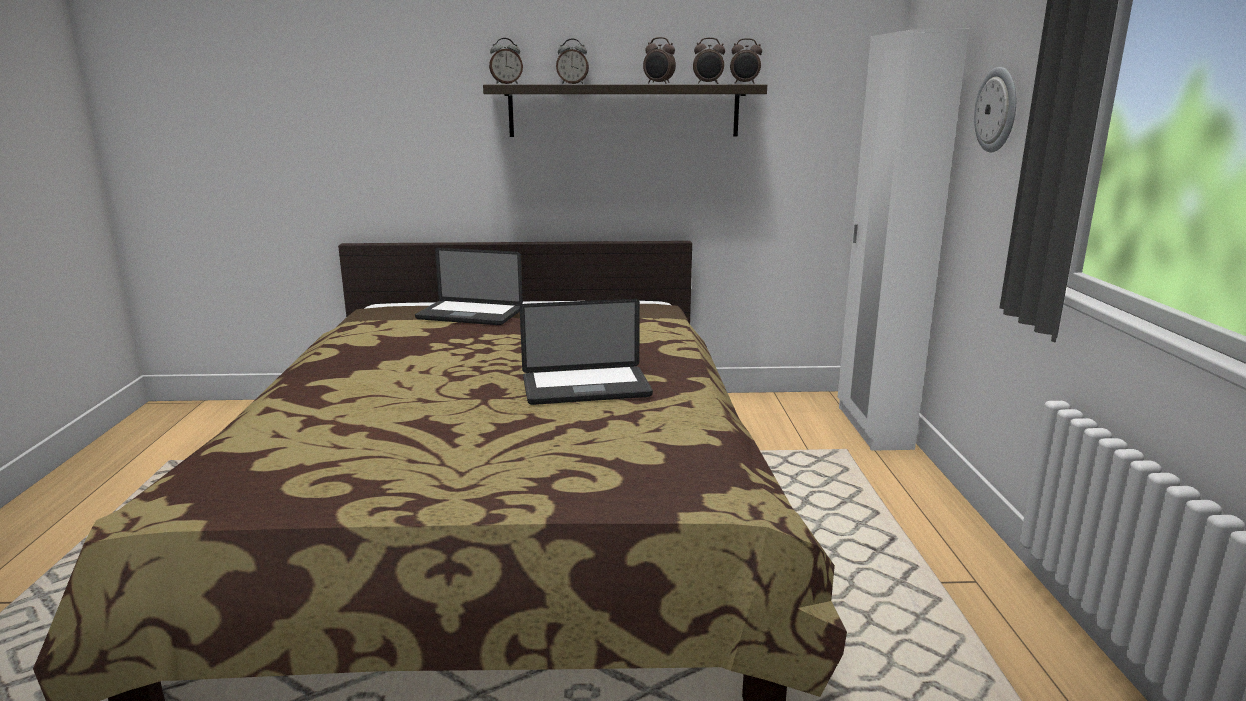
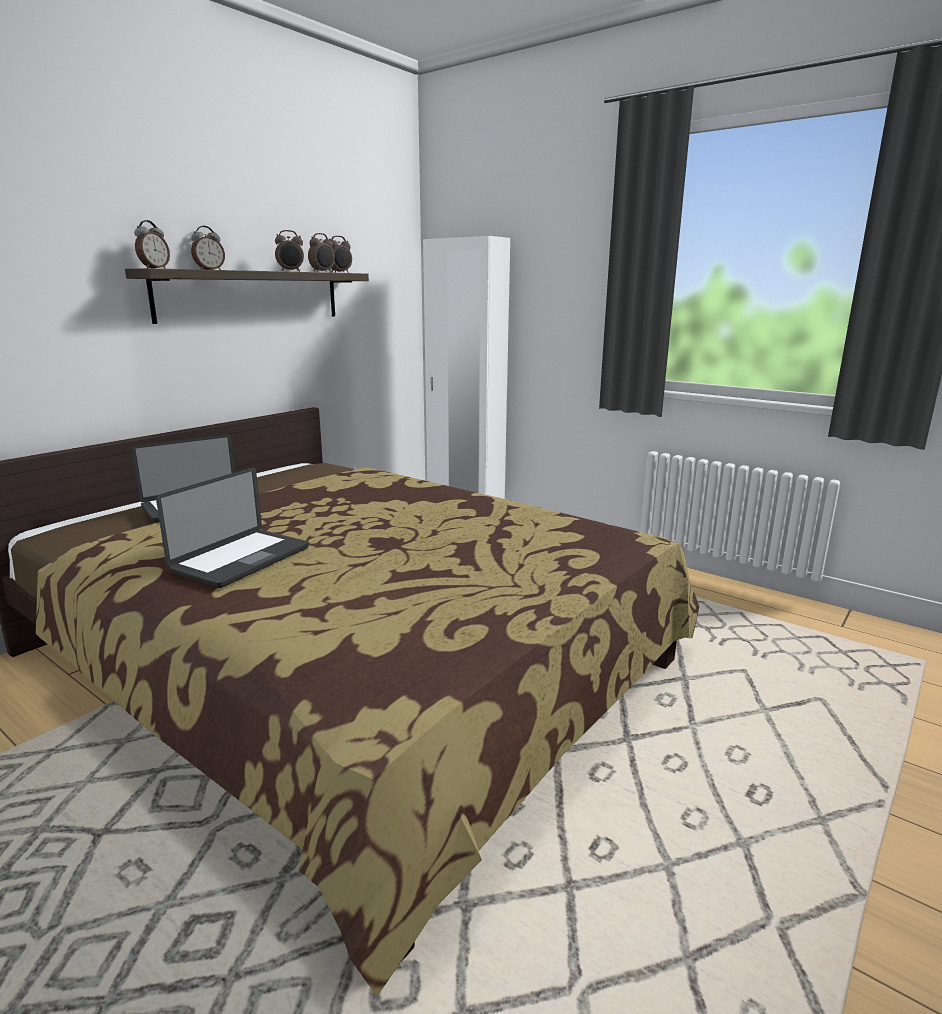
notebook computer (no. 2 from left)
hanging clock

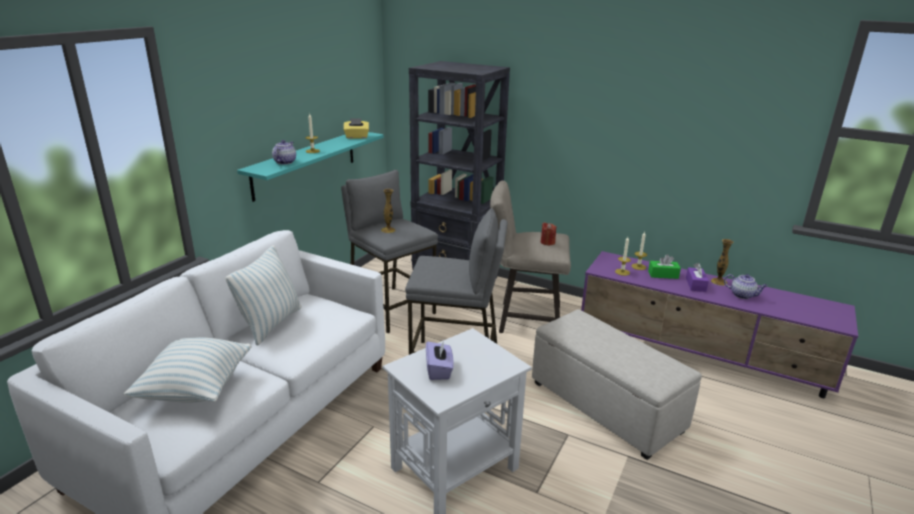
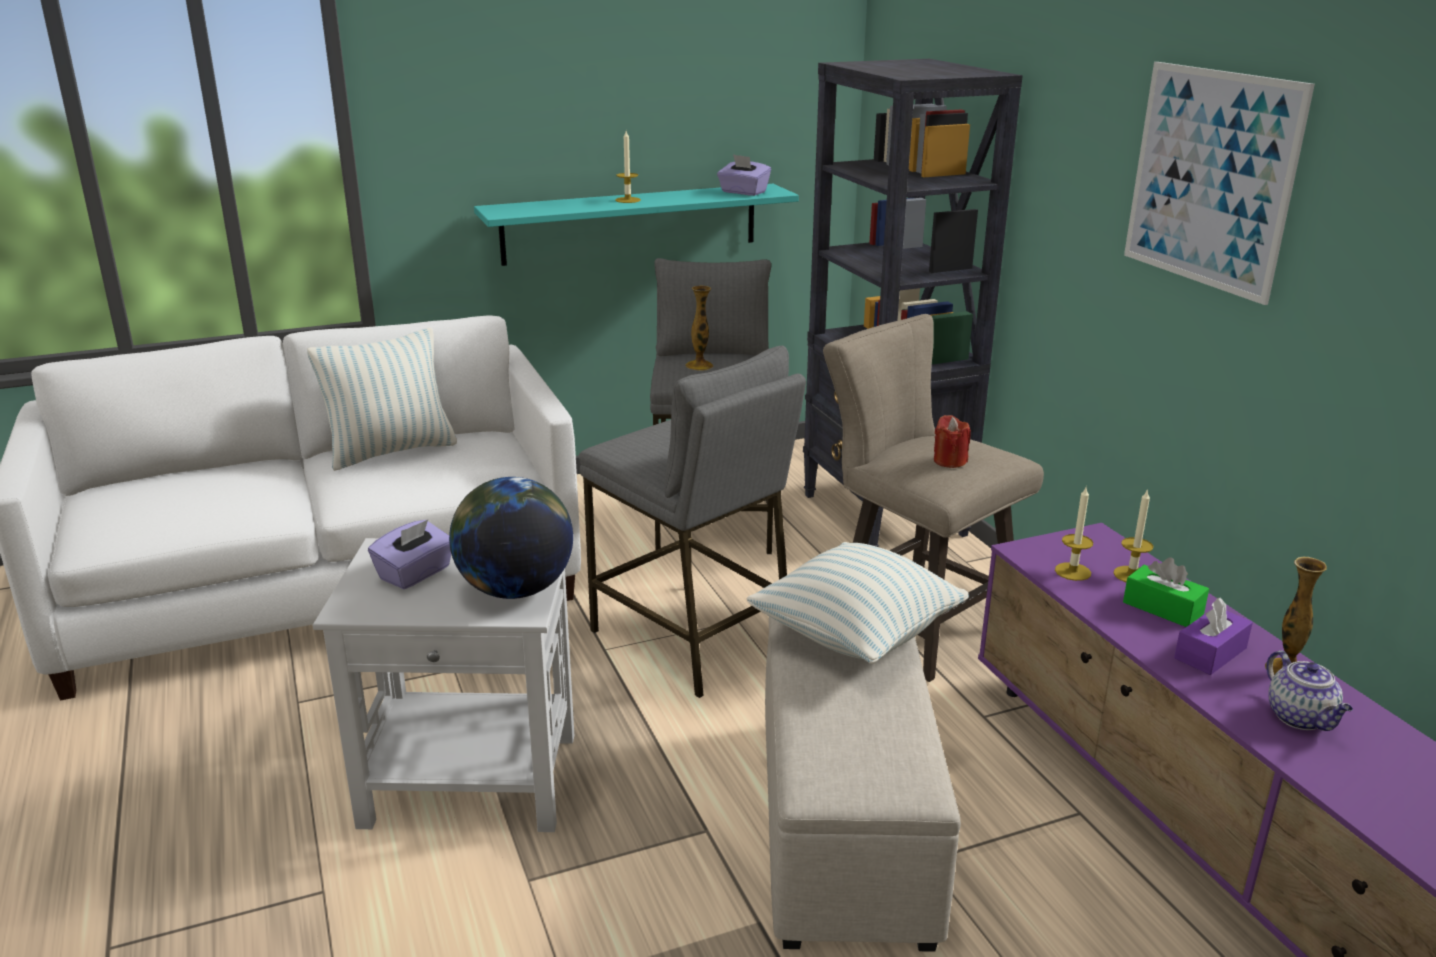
desk globe
box of tissues (purple-coloured) (no. 2 from left)
pillow (no. 2 from left)
picture
pot for tea (no. 1 from left in the first image)

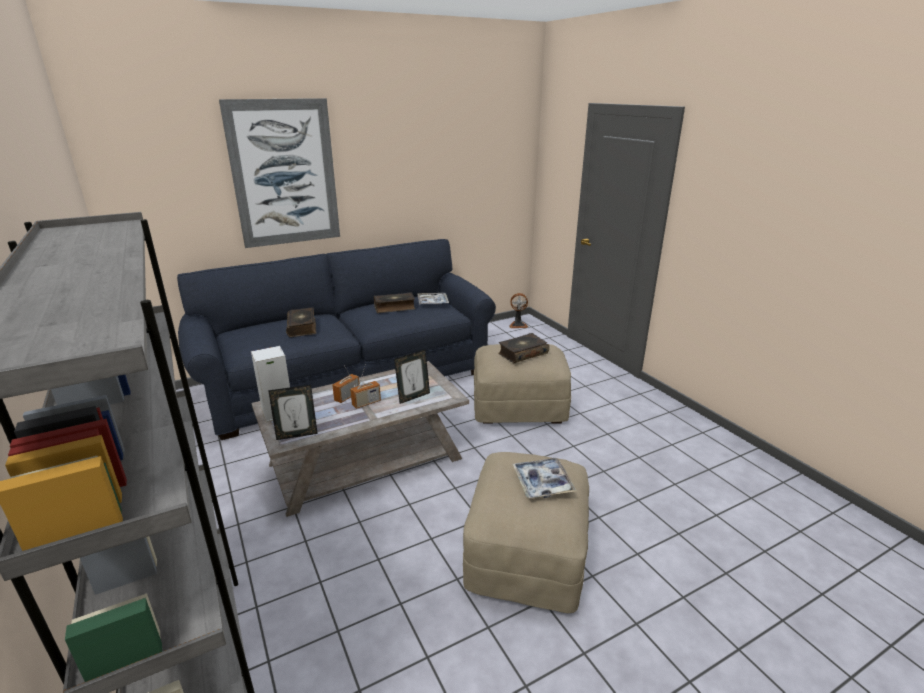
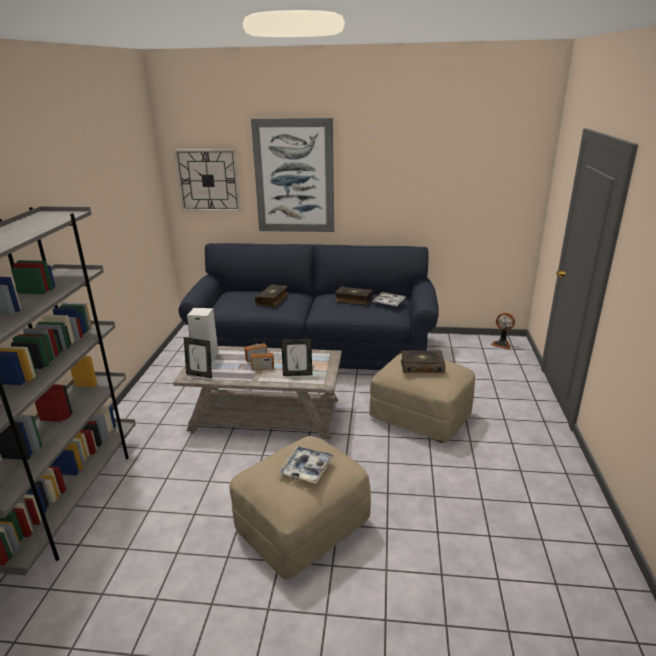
hanging clock

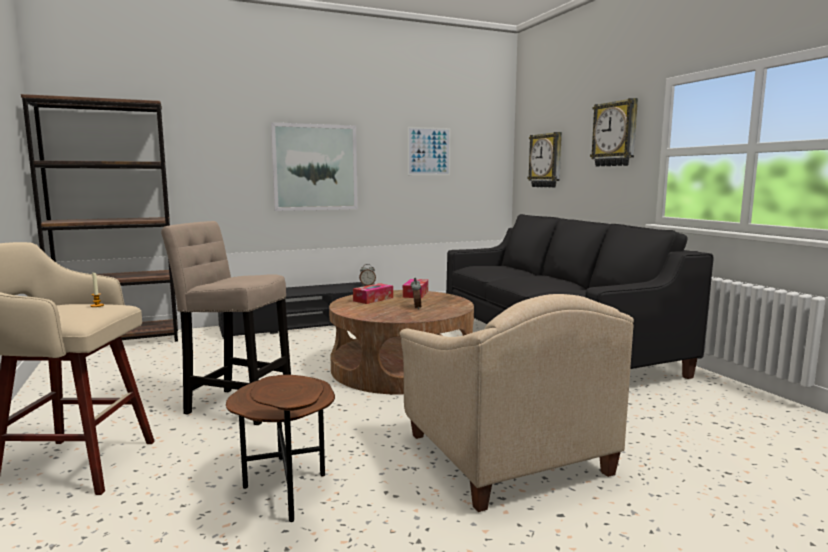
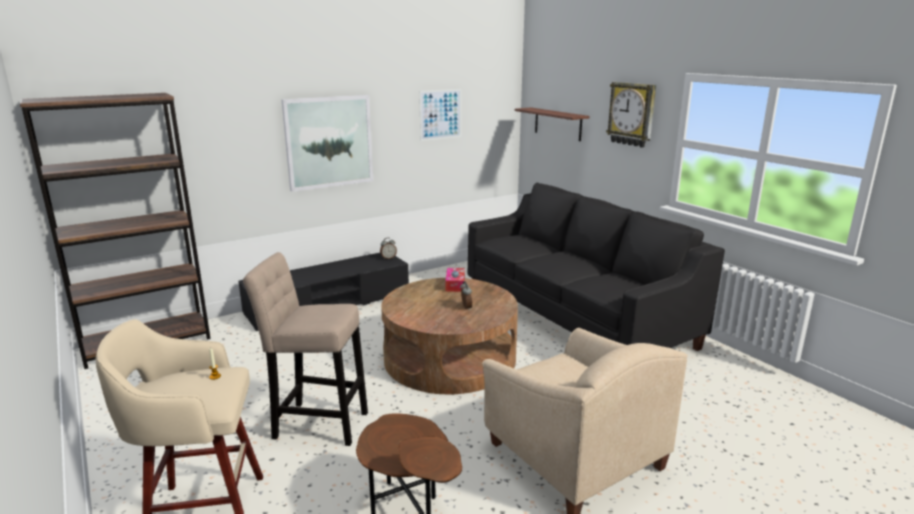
shelf
box of tissues (no. 1 from left in the first image)

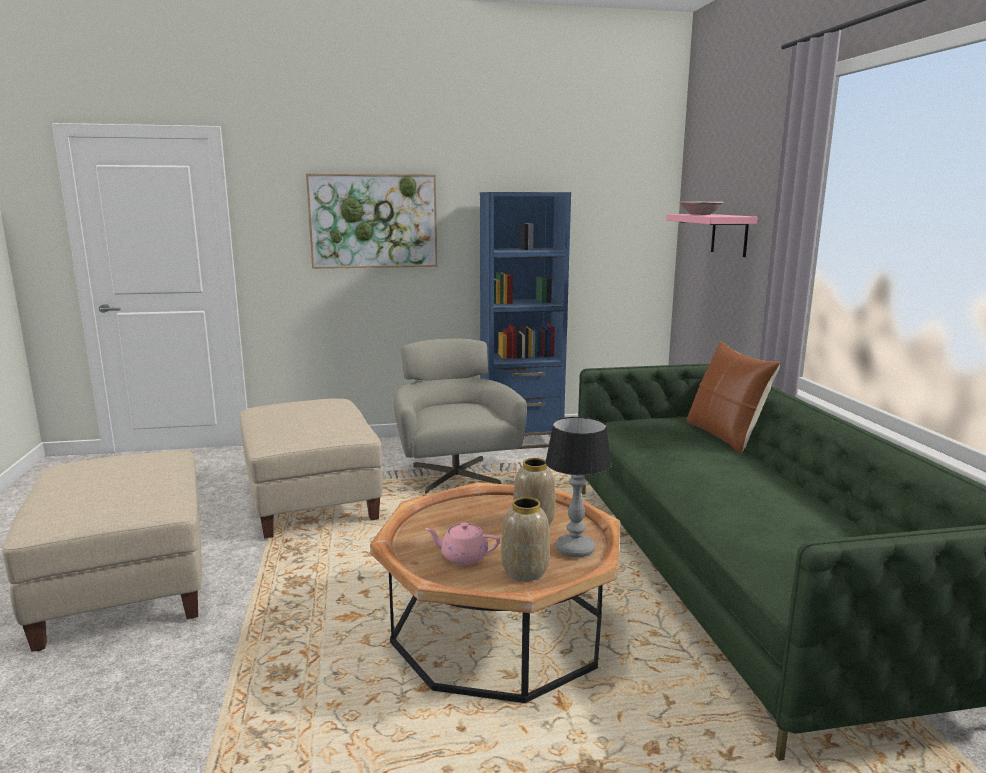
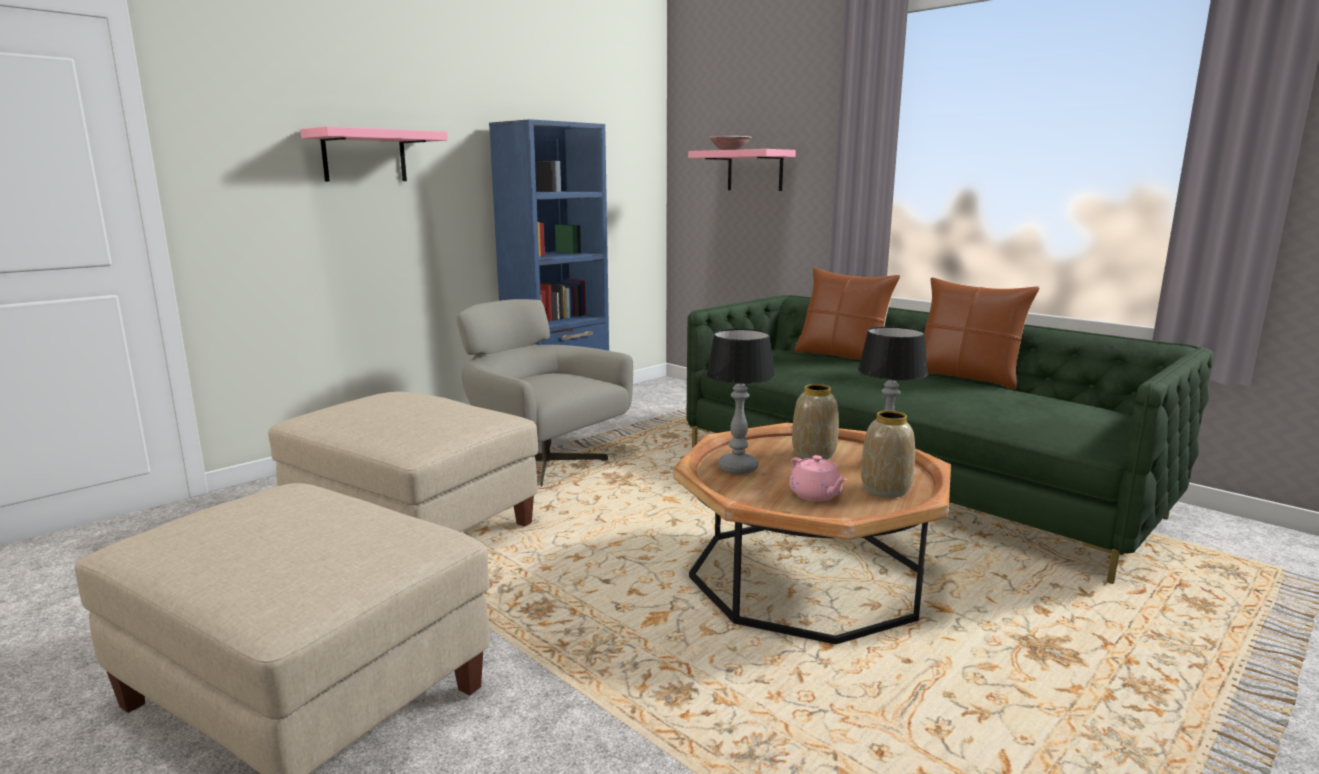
shelf (pinkish) (no. 1 from left)
table lamp (no. 1 from left)
pot for tea (pinkish)
pillow (brown-coloured) (no. 2 from left)

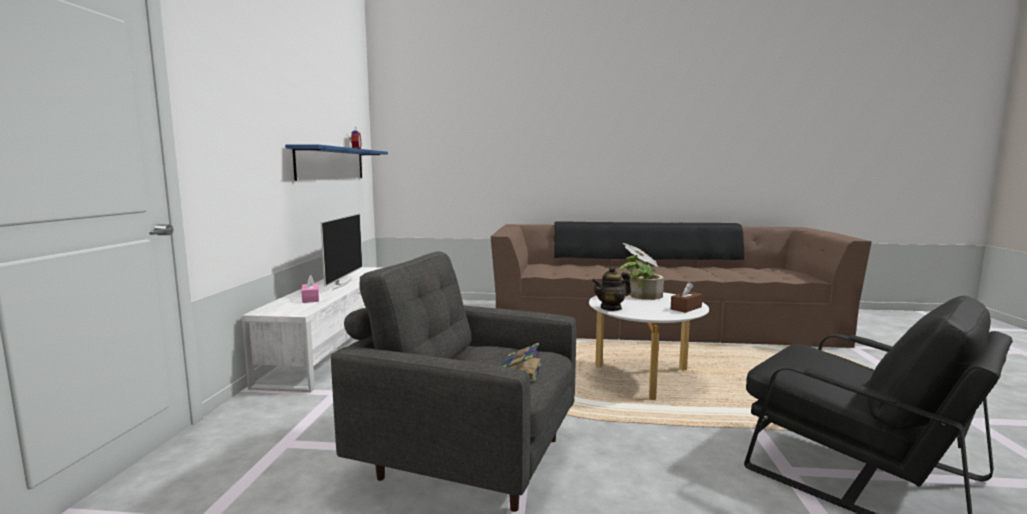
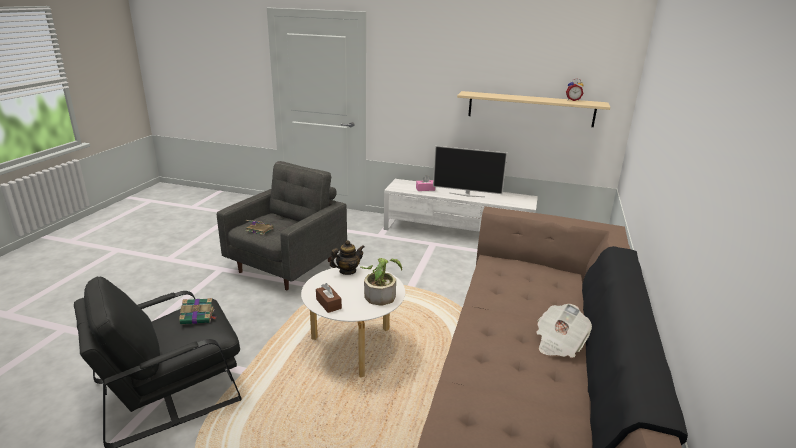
book (no. 1 from left)
pot for tea
shelf (sand-coloured)

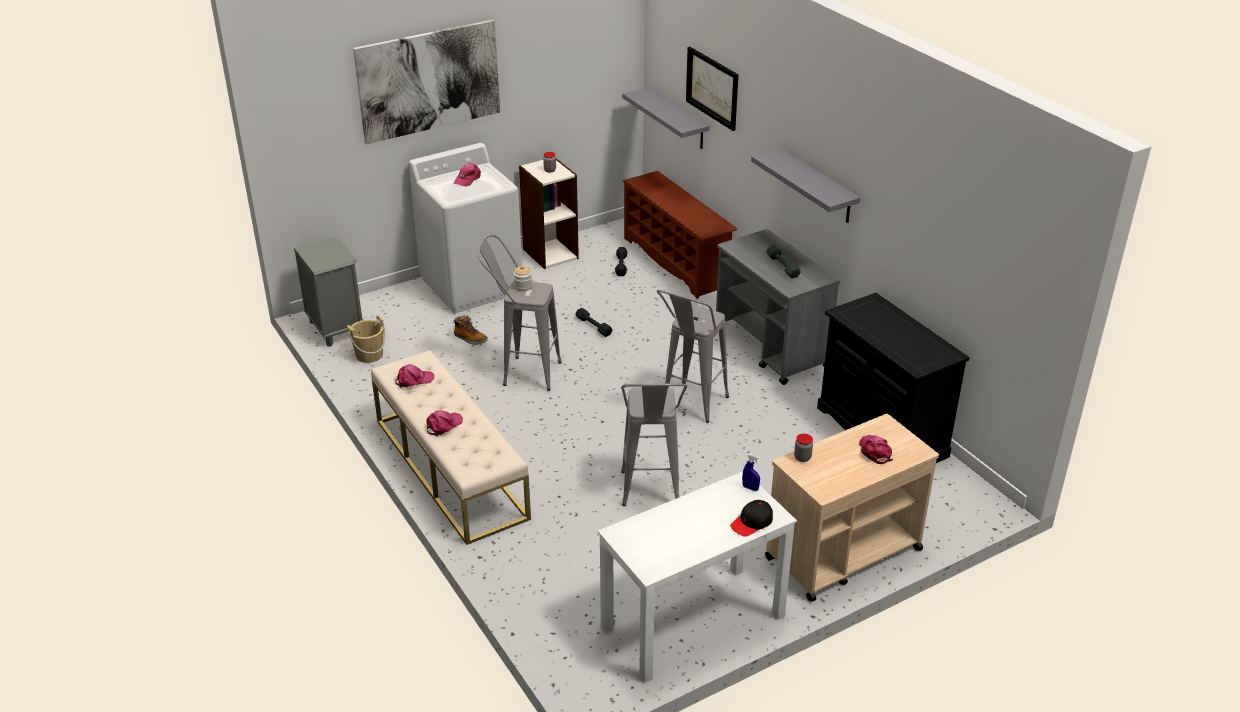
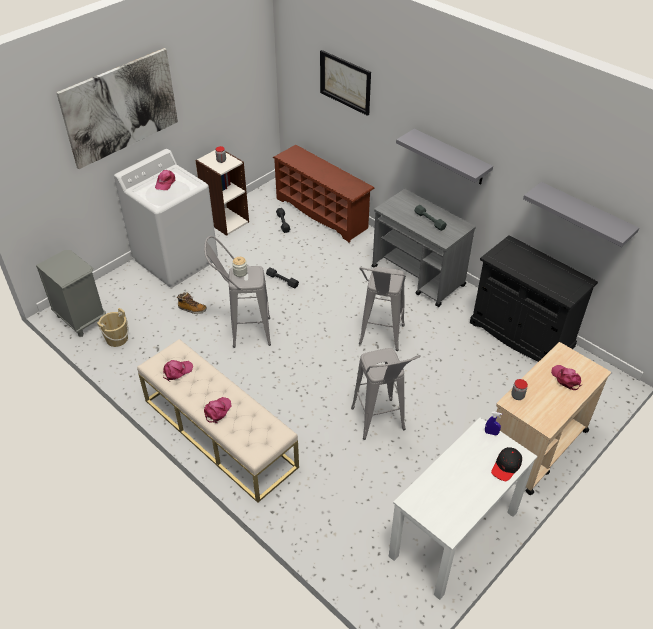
shelf (gray) (no. 2 from left)

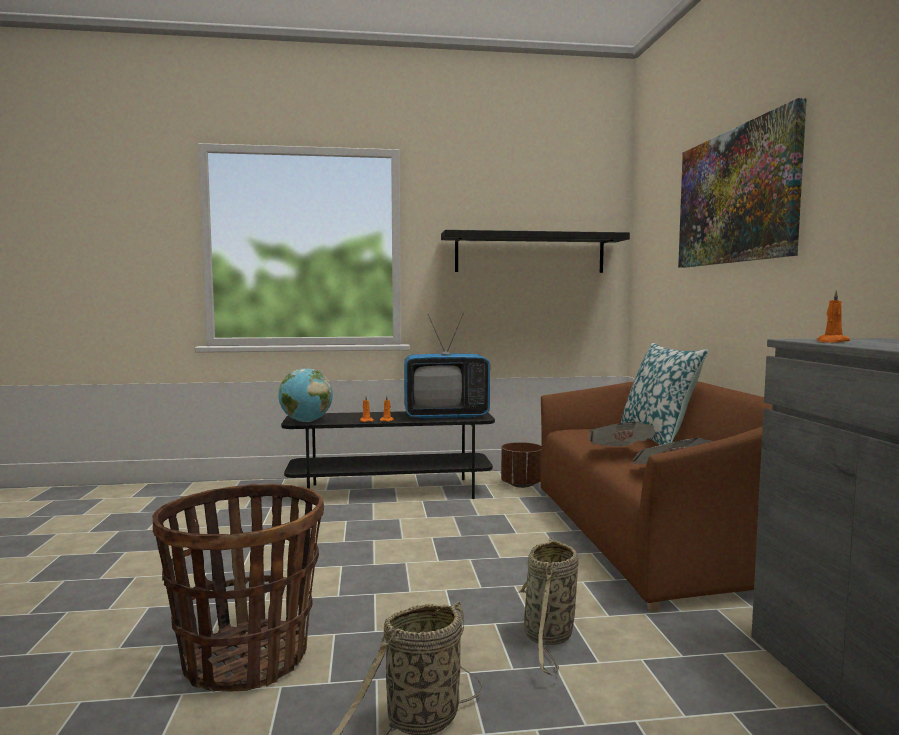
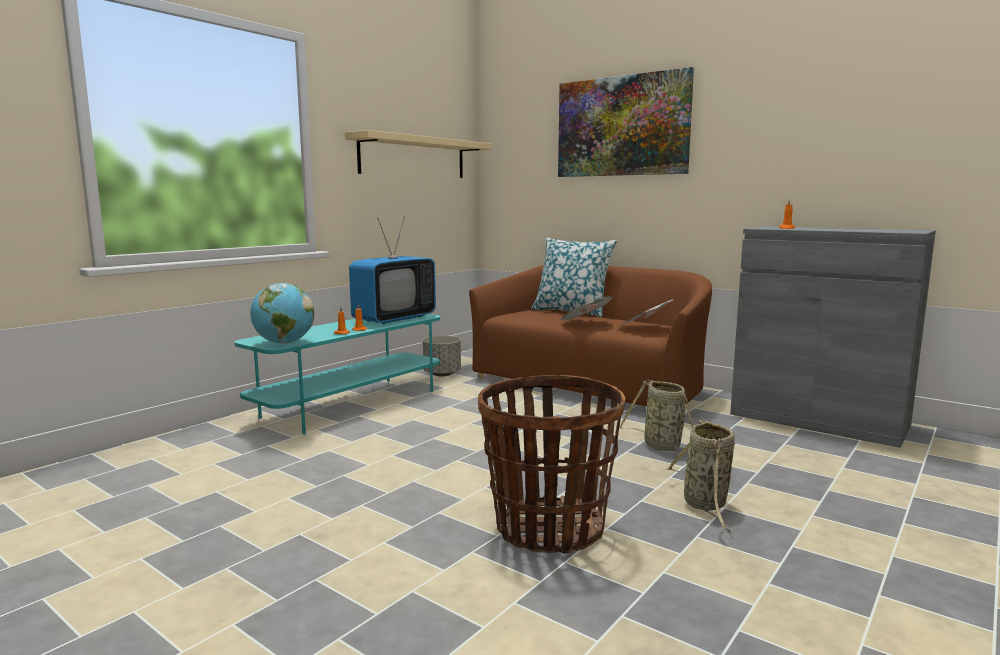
tv unit (blue-green)
shelf (sand-coloured)
planter (gray)

